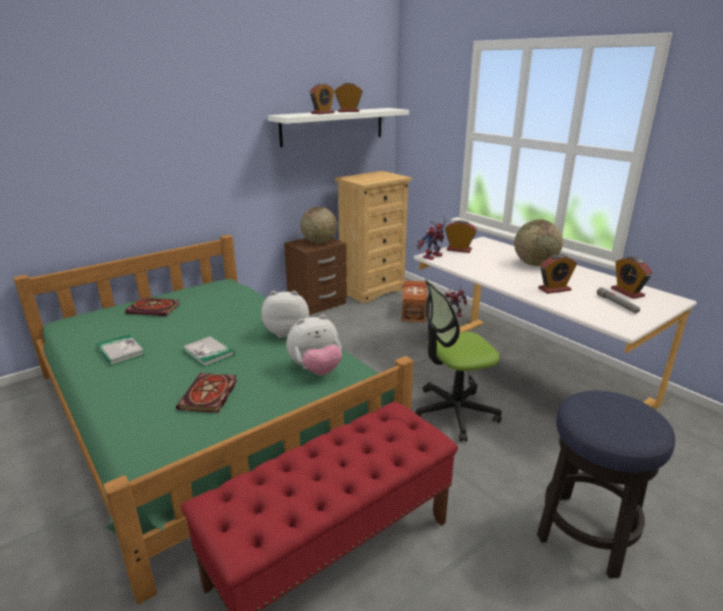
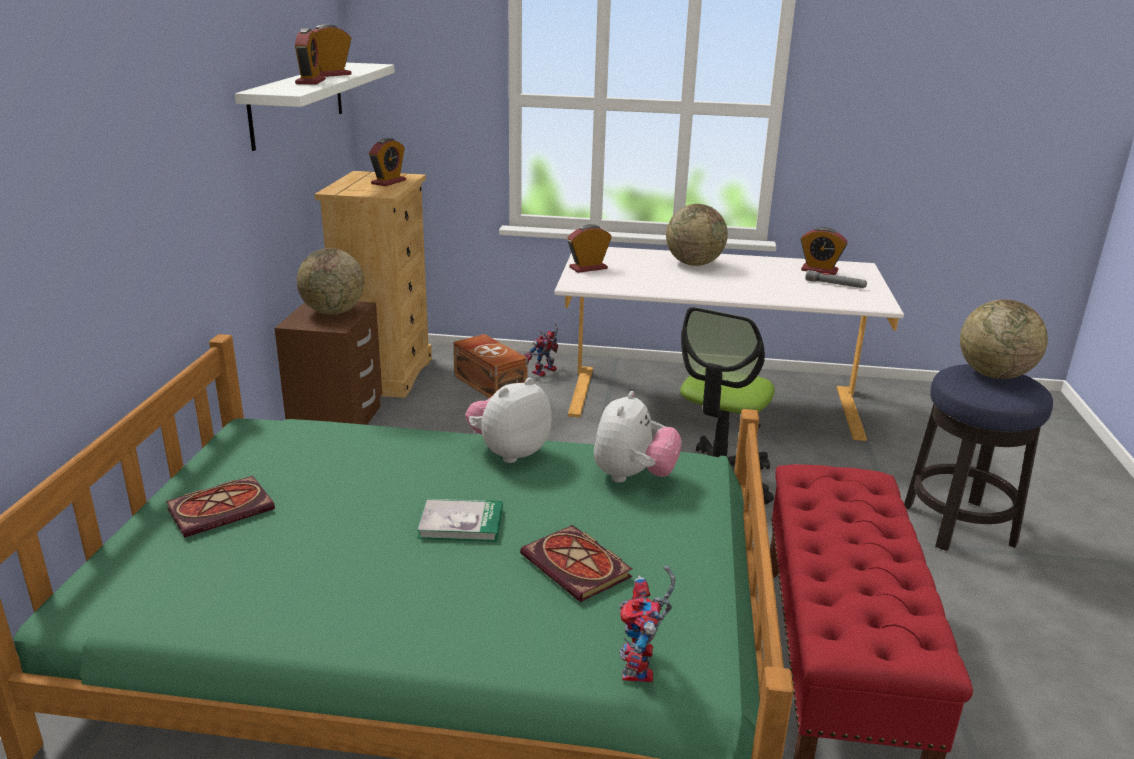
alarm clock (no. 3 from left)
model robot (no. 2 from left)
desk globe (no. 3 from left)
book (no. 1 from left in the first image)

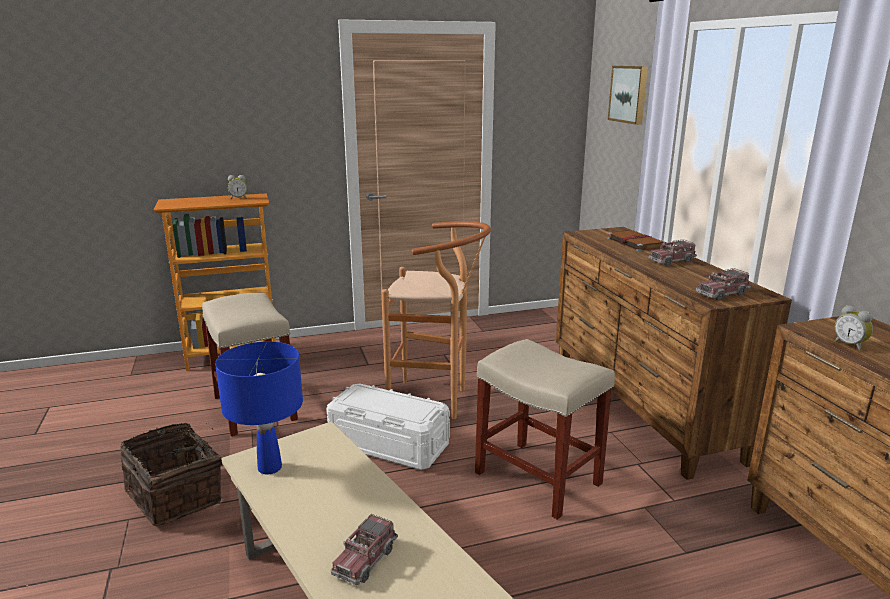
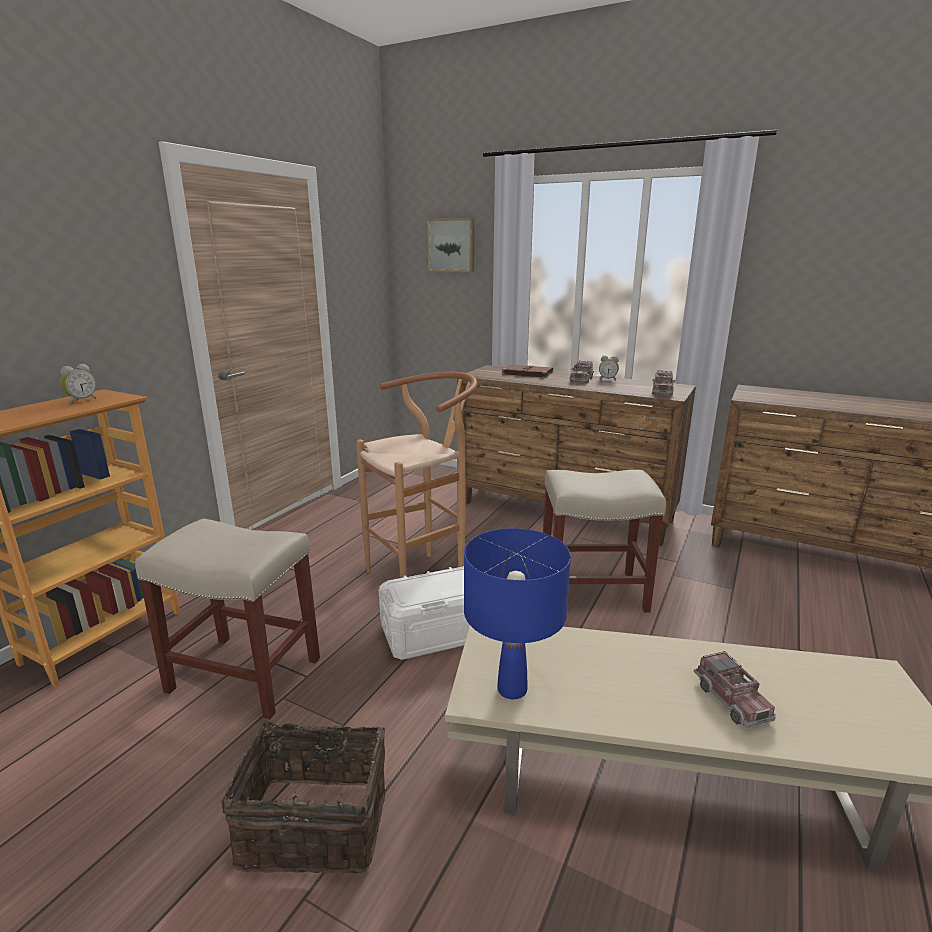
alarm clock (no. 2 from left)

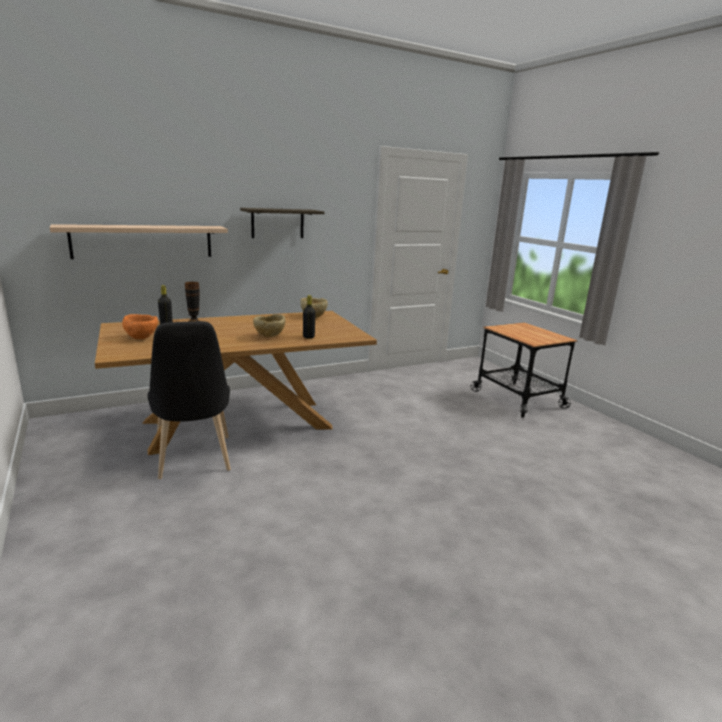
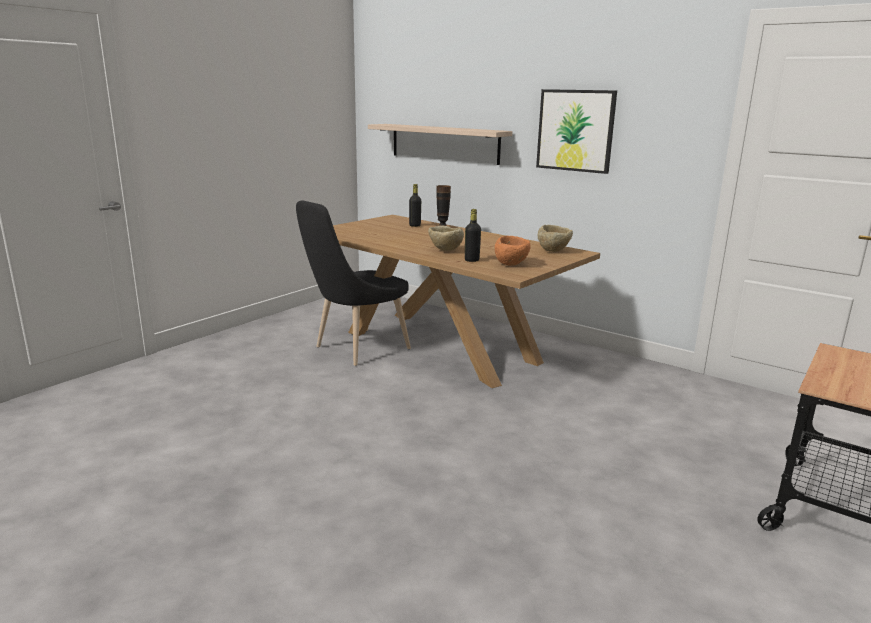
serving bowl (orangey)
picture

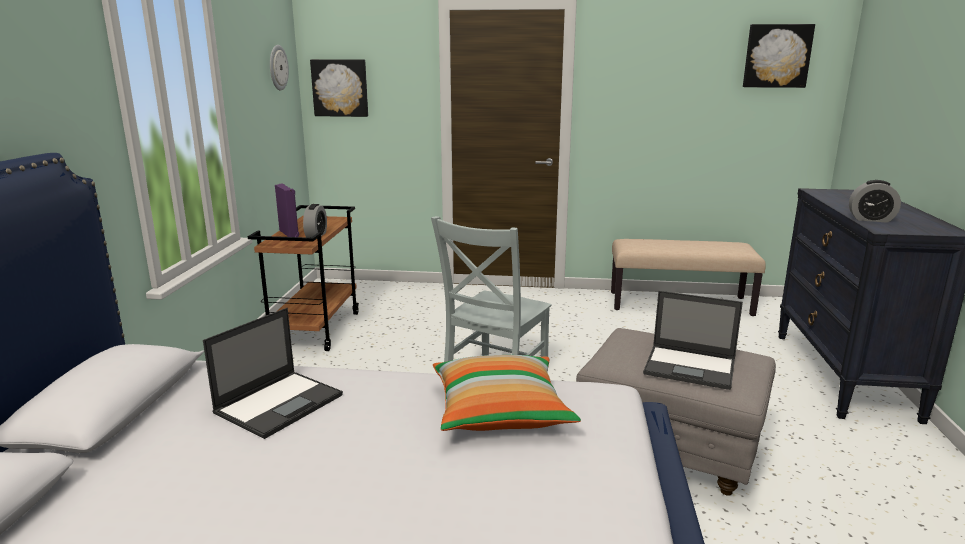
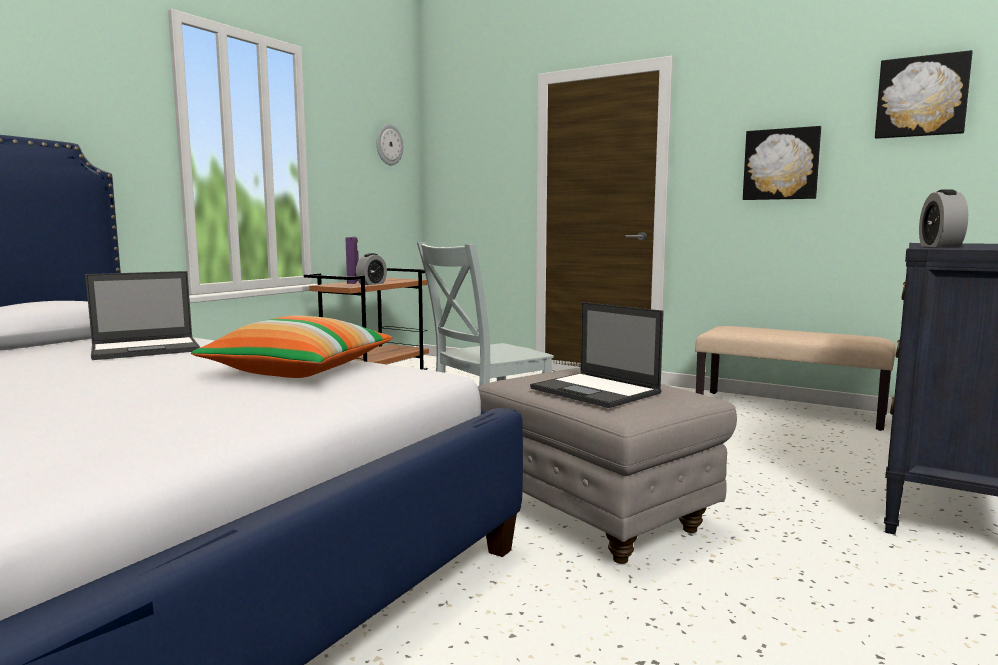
picture (no. 1 from left)
alarm clock (no. 2 from left)

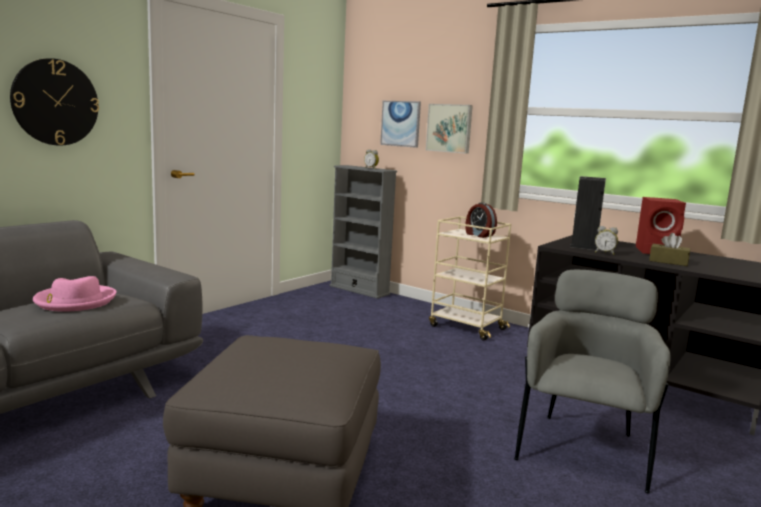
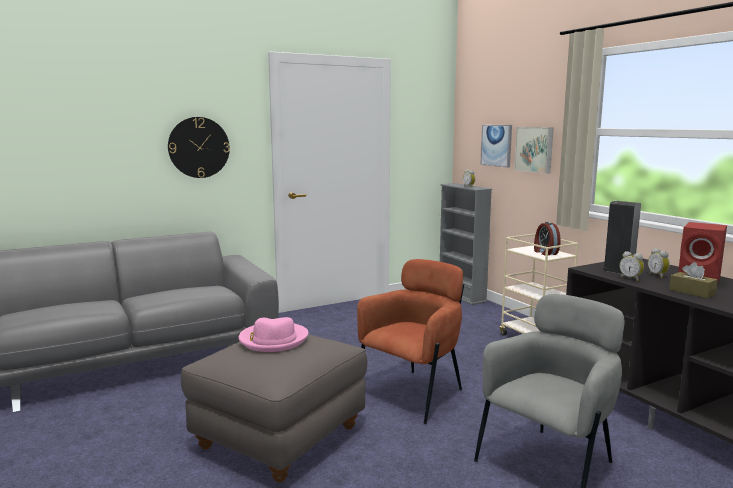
clothing hat (pinkish)
lounge chair (brown-coloured)
alarm clock (no. 4 from left)

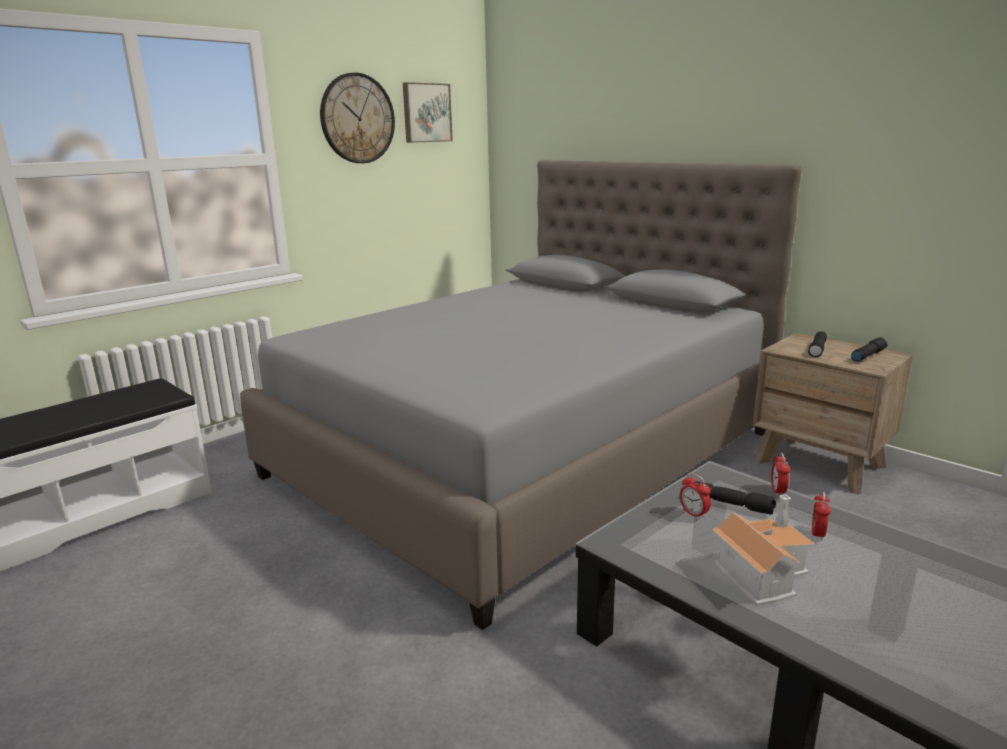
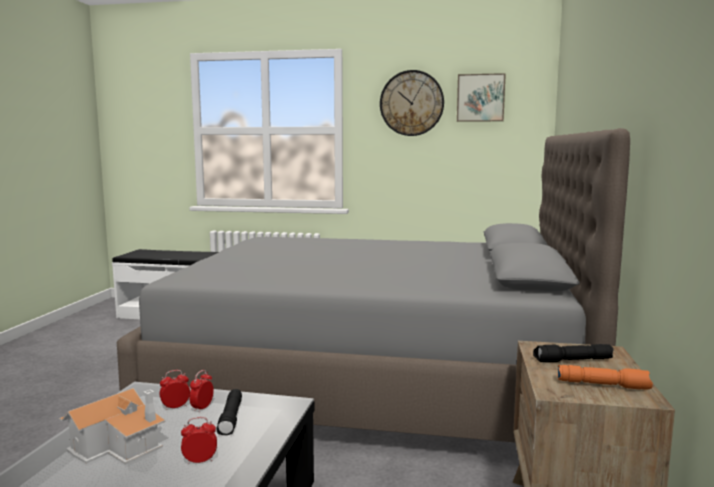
alarm clock (no. 1 from left)
torch (orangey)

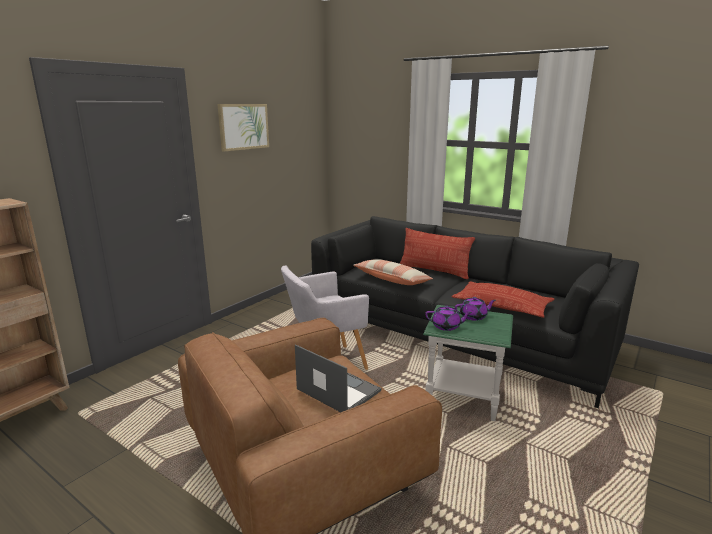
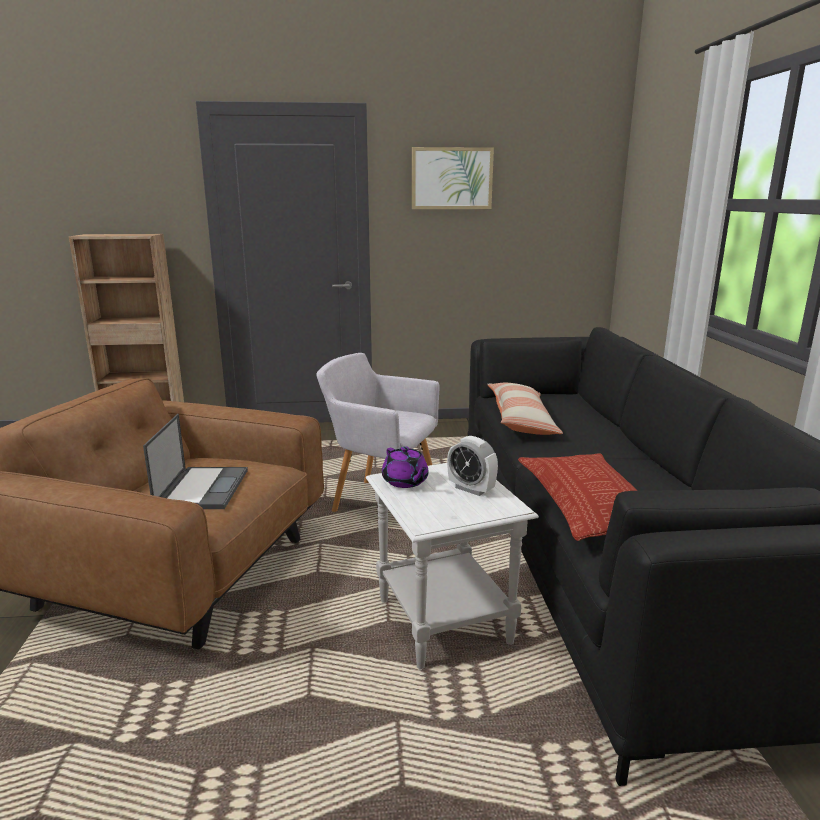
accent table (white-coloured)
alarm clock
pillow (no. 2 from left in the first image)

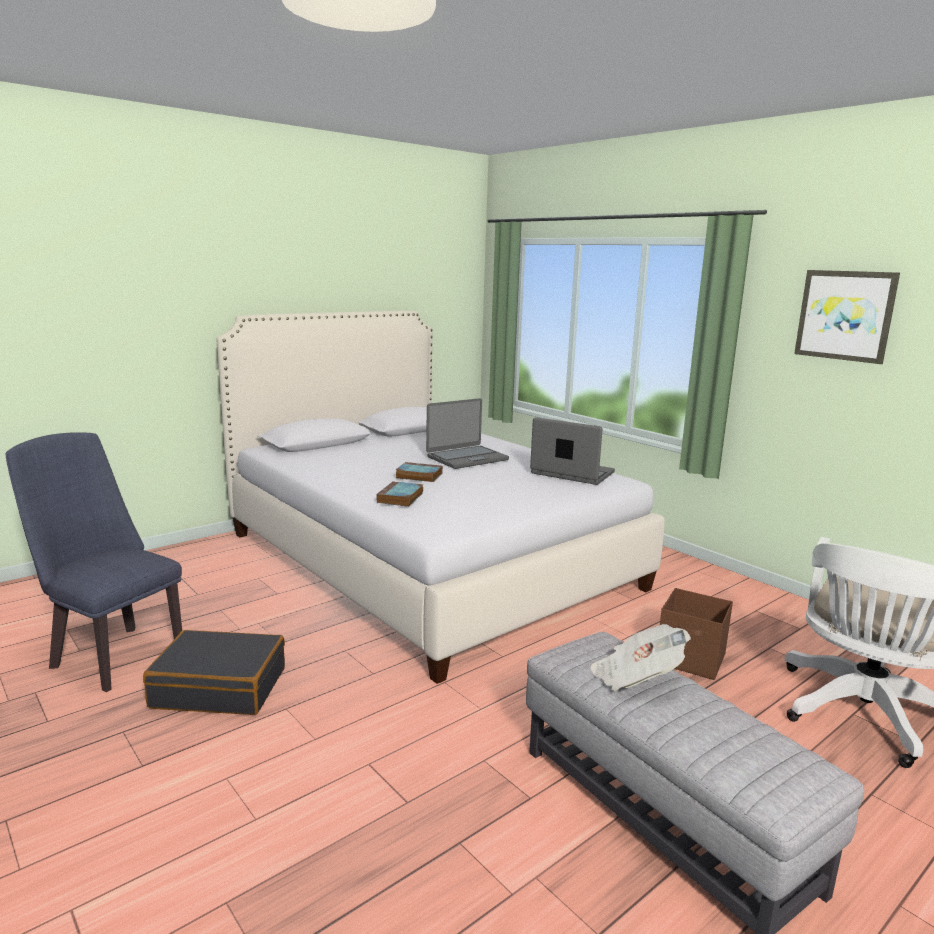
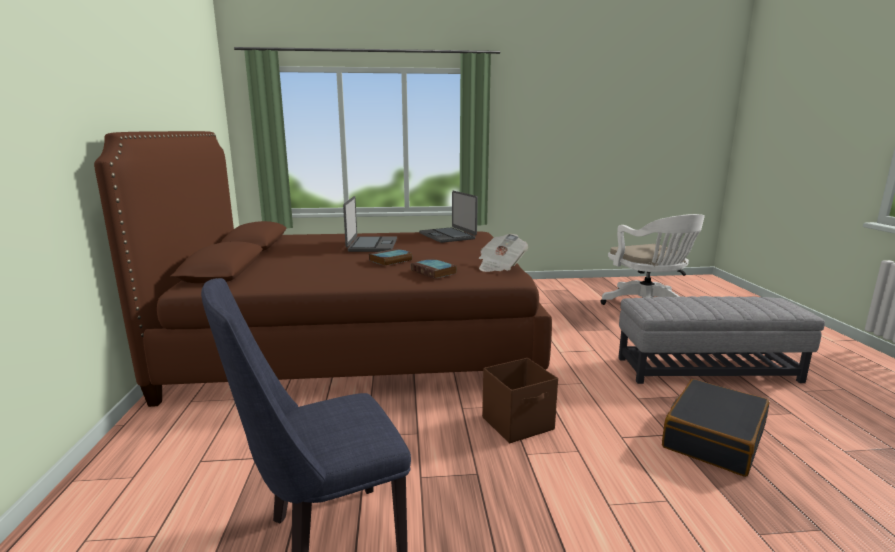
bed (brown-coloured)
notebook computer (no. 2 from left)
daily paper
storage bin (brown-coloured)
piece of luggage (black)
picture

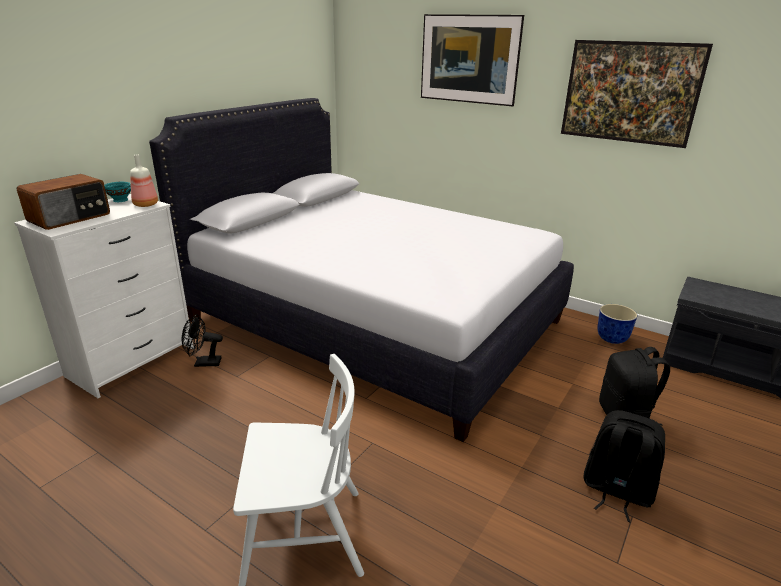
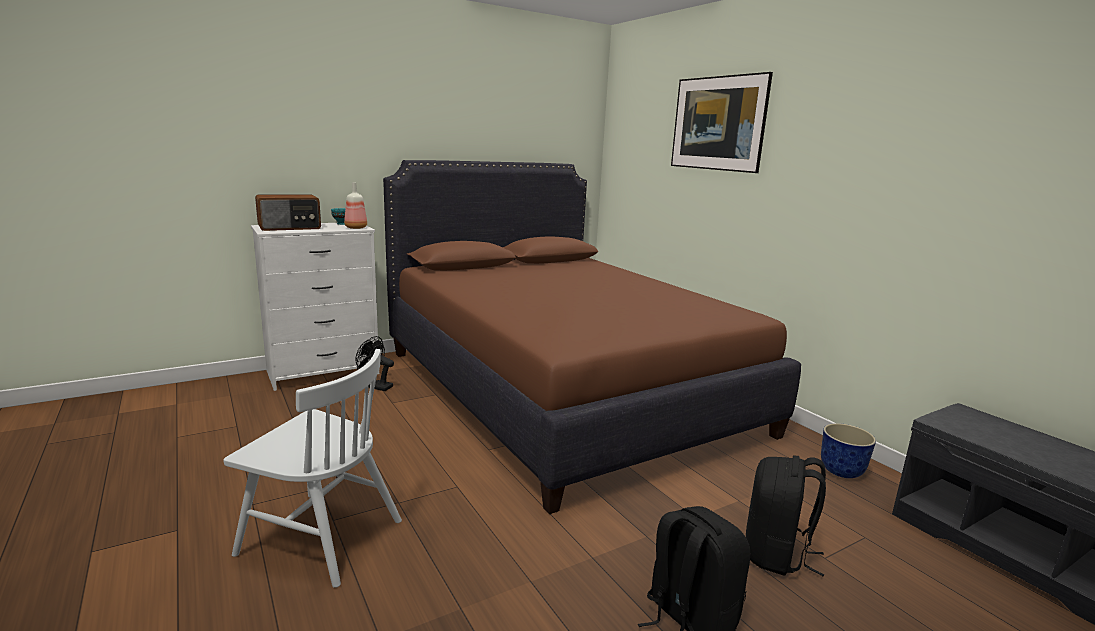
bed (brown-coloured)
picture (no. 2 from left in the first image)

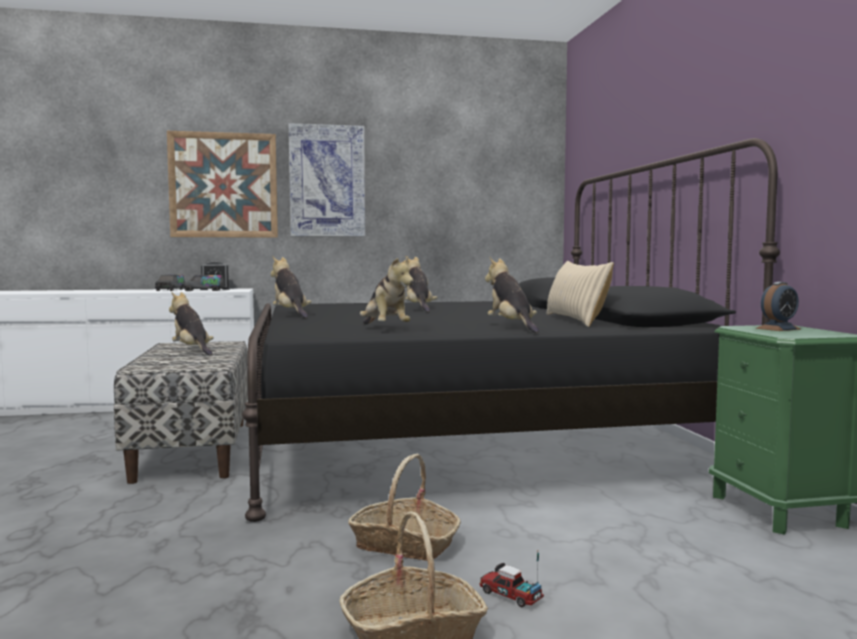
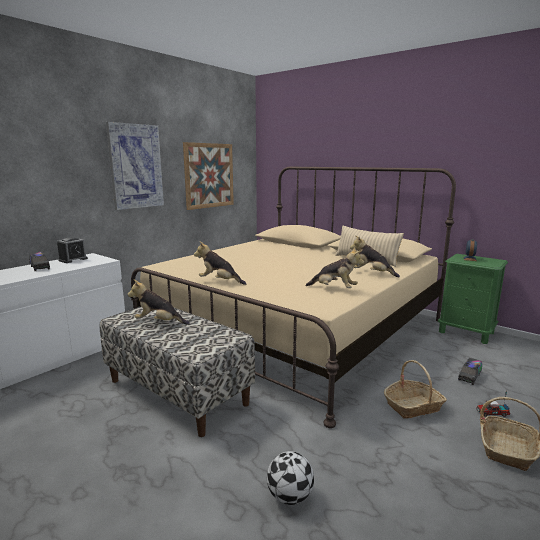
bed (sand-coloured)
picture (no. 2 from left)
football
toy truck (no. 2 from left)
soft toy (no. 4 from left in the first image)

